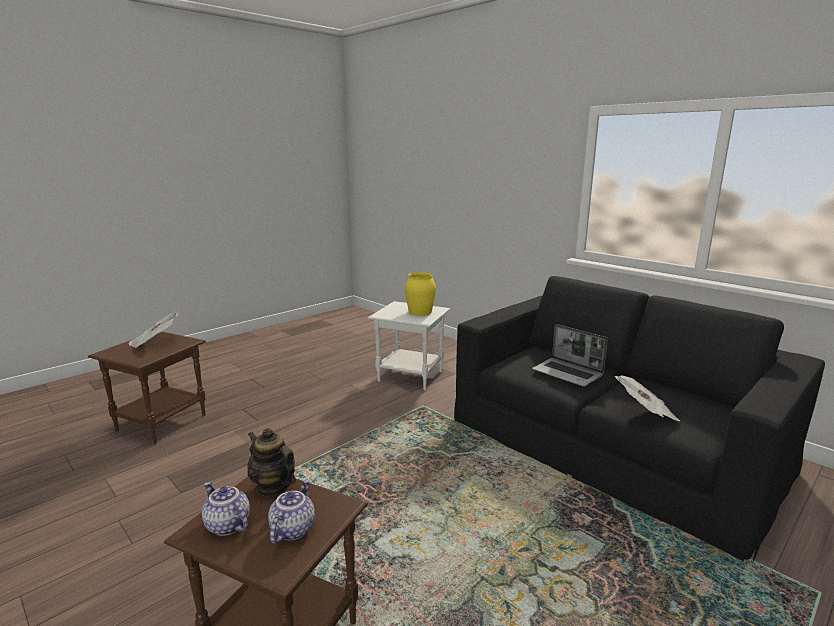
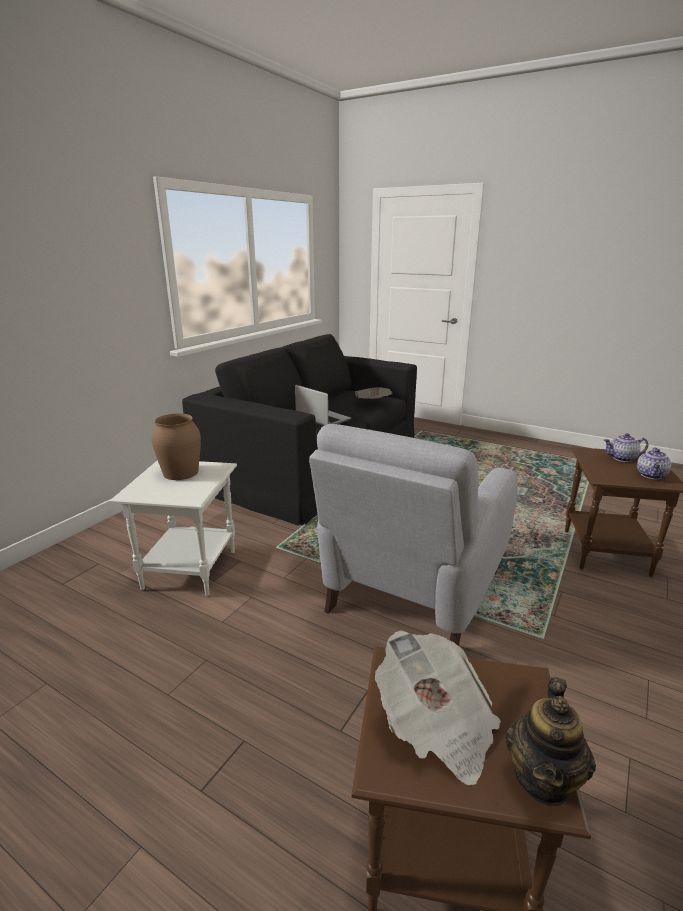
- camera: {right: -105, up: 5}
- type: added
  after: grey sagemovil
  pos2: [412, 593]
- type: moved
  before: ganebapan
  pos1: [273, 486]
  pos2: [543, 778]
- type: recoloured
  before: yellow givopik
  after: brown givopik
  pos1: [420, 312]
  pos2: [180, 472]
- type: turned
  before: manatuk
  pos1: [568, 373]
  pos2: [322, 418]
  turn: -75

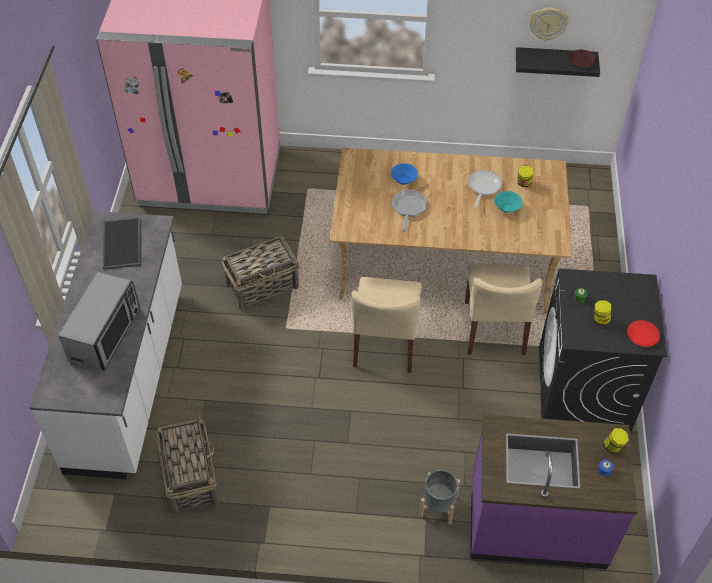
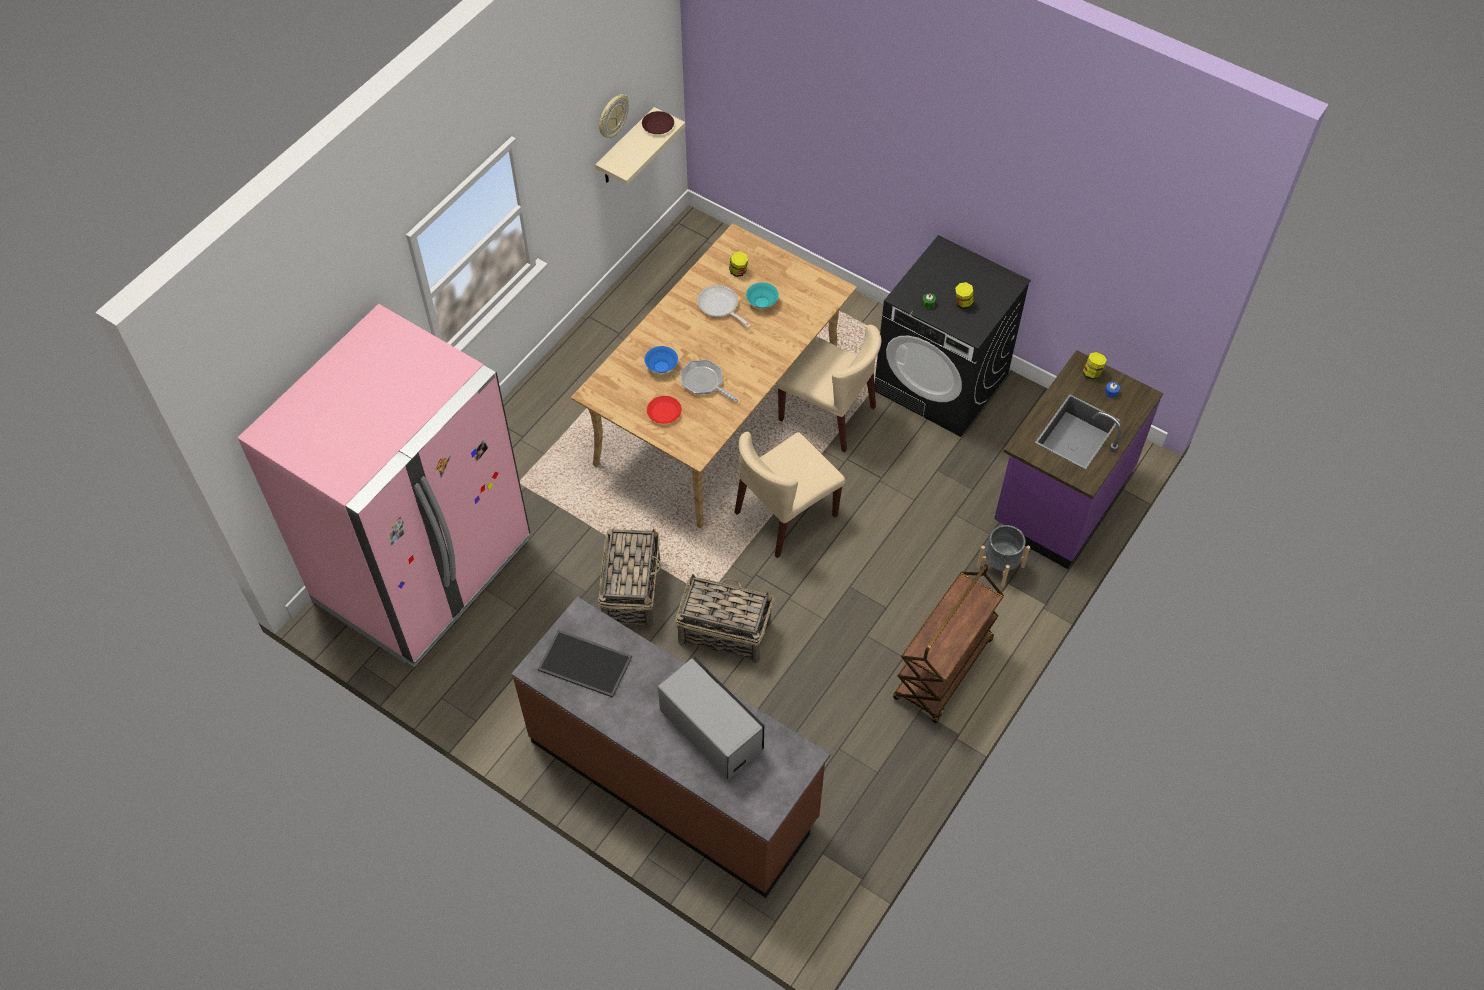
- camera: {right: -60, up: 5}
- type: added
  after: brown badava
  pos2: [943, 670]
- type: moved
  before: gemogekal
  pos1: [191, 476]
  pos2: [723, 632]
- type: moved
  before: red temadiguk
  pos1: [642, 335]
  pos2: [664, 412]
- type: recoloured
  before: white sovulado
  after: brown sovulado
  pos1: [129, 377]
  pos2: [674, 779]
- type: recoloured
  before: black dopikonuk
  after: beige dopikonuk
  pos1: [554, 61]
  pos2: [626, 148]
- type: turned
  before: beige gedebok
  pos1: [385, 343]
  pos2: [785, 515]
  turn: 105

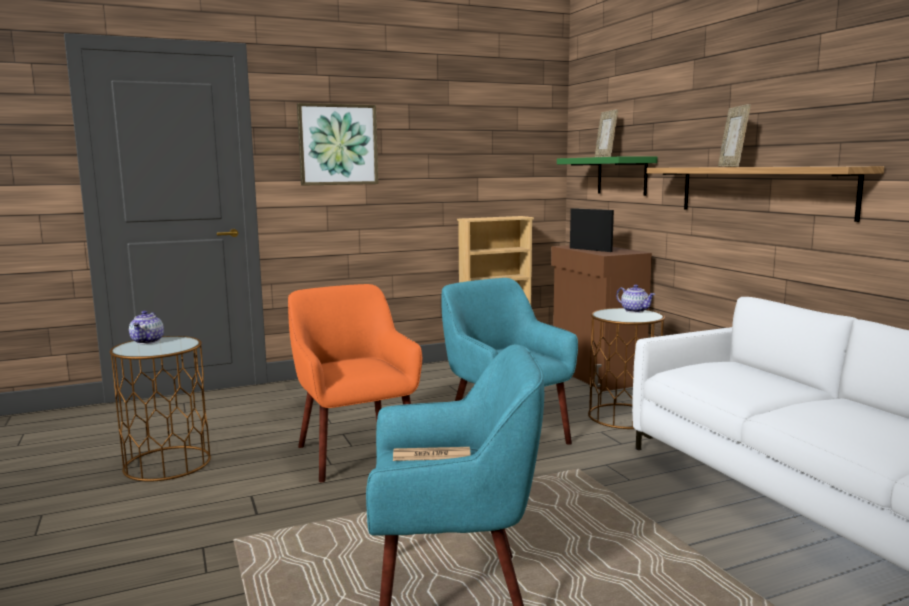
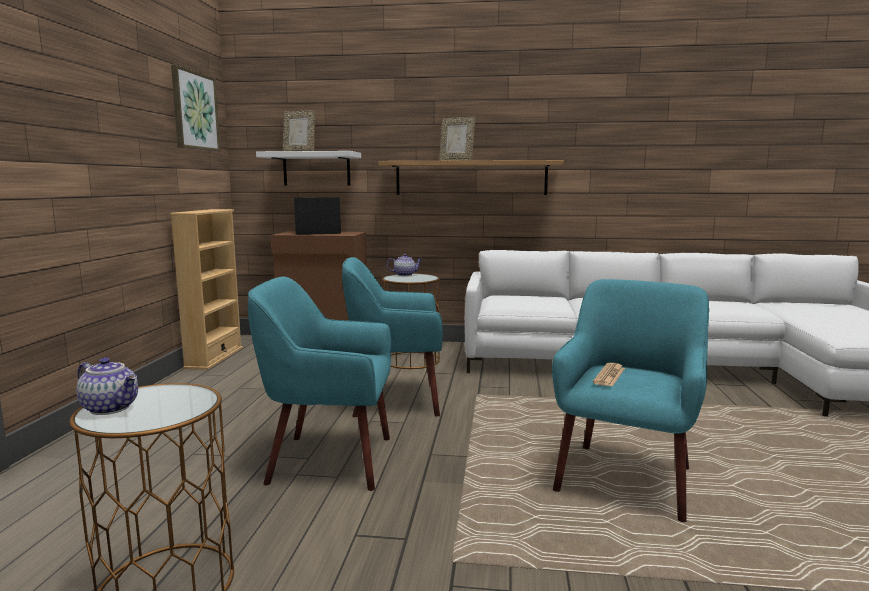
- camera: {right: -60, up: 0}
- type: moved
  before: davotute
  pos1: [337, 145]
  pos2: [194, 111]
- type: recoloured
  before: orange sagemovil
  after: turquoise sagemovil
  pos1: [355, 453]
  pos2: [329, 460]
- type: recoloured
  before: green dopikonuk
  after: white dopikonuk
  pos1: [622, 176]
  pos2: [316, 169]

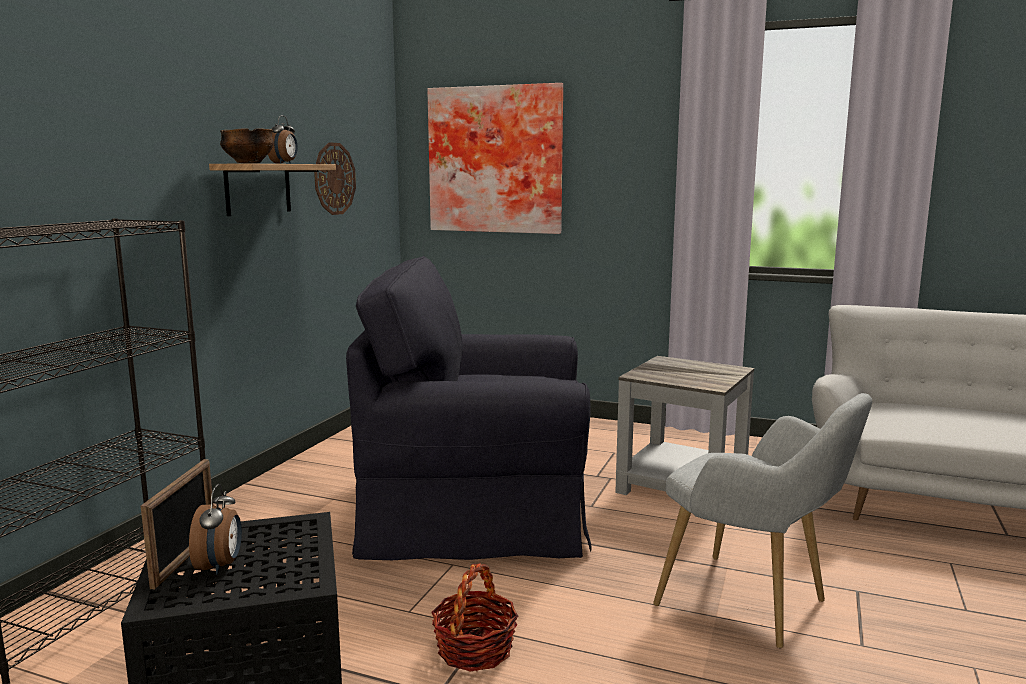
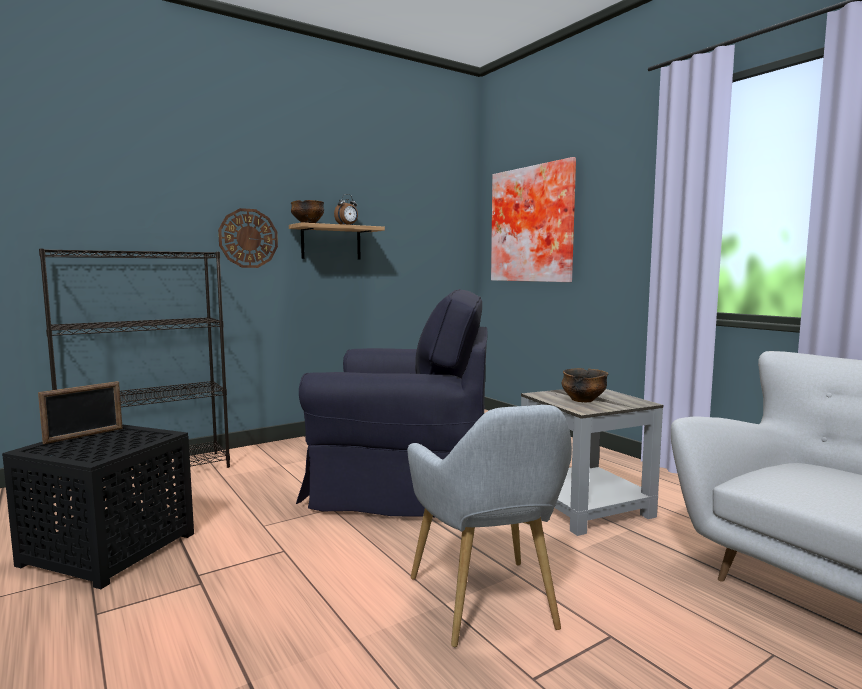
- camera: {right: 35, up: -5}
- type: removed
  before: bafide
  pos1: [220, 566]
- type: removed
  before: gemogekal
  pos1: [475, 649]
- type: added
  after: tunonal
  pos2: [583, 400]
- type: moved
  before: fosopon
  pos1: [334, 178]
  pos2: [248, 238]
- type: turned
  before: black sagemovil
  pos1: [479, 508]
  pos2: [405, 481]
  turn: 150

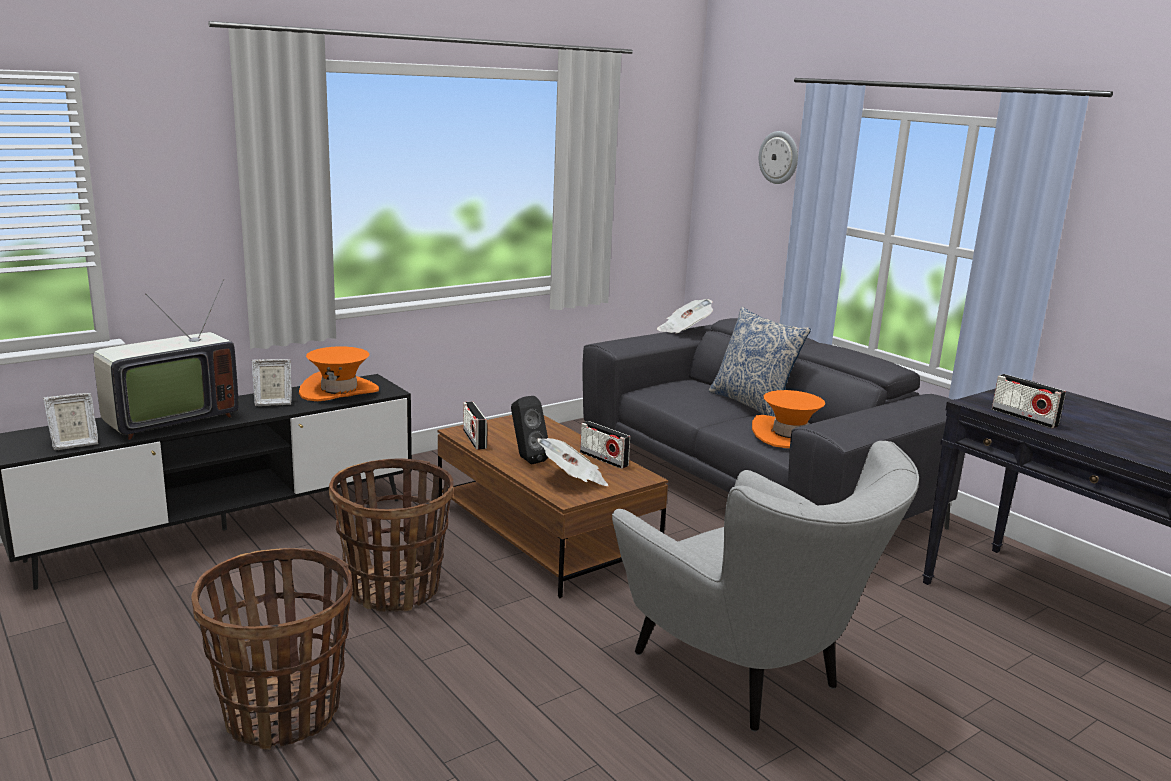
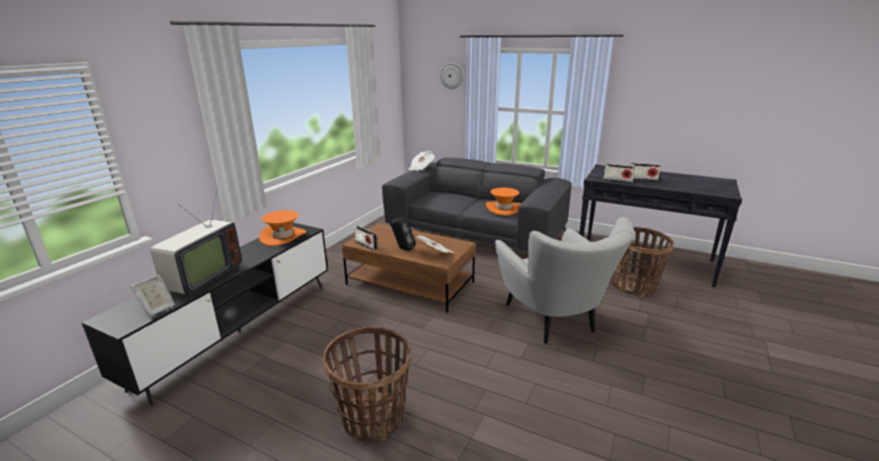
- camera: {right: -25, up: 5}
- type: removed
  before: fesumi
  pos1: [272, 402]
- type: removed
  before: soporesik
  pos1: [752, 404]
- type: moved
  before: gemogekal
  pos1: [394, 589]
  pos2: [633, 286]
- type: moved
  before: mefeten
  pos1: [603, 459]
  pos2: [642, 179]
- type: turned
  before: grey sagemovil
  pos1: [748, 676]
  pos2: [554, 321]
  turn: 45

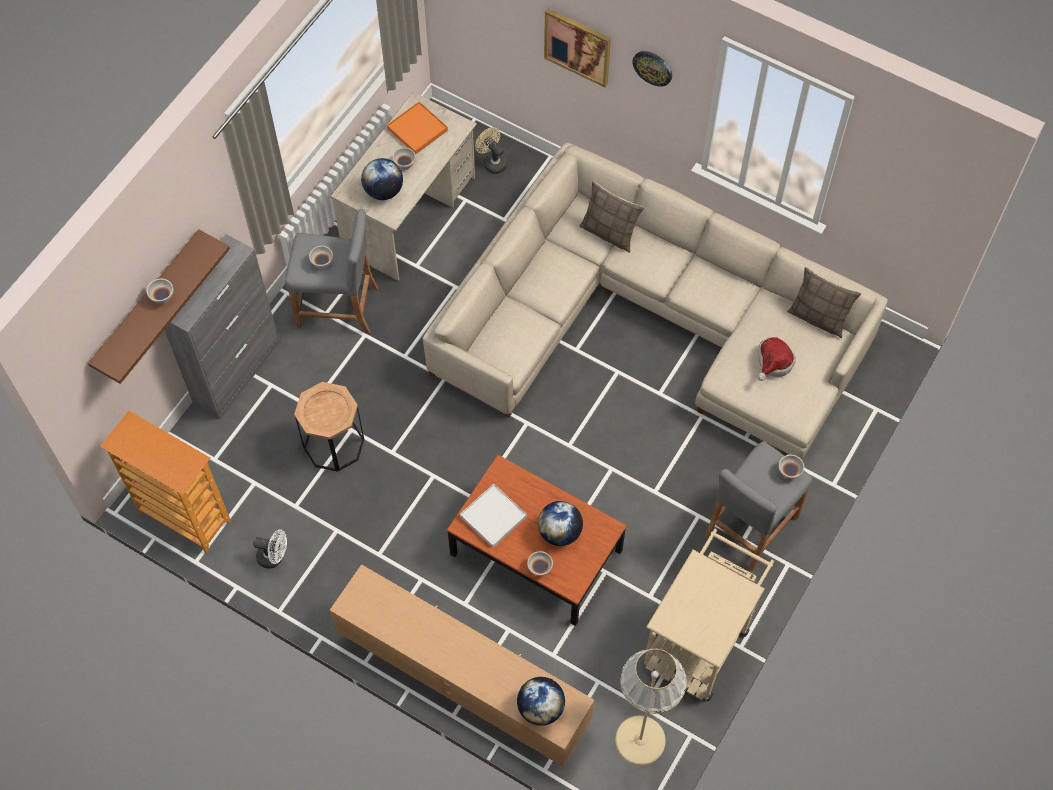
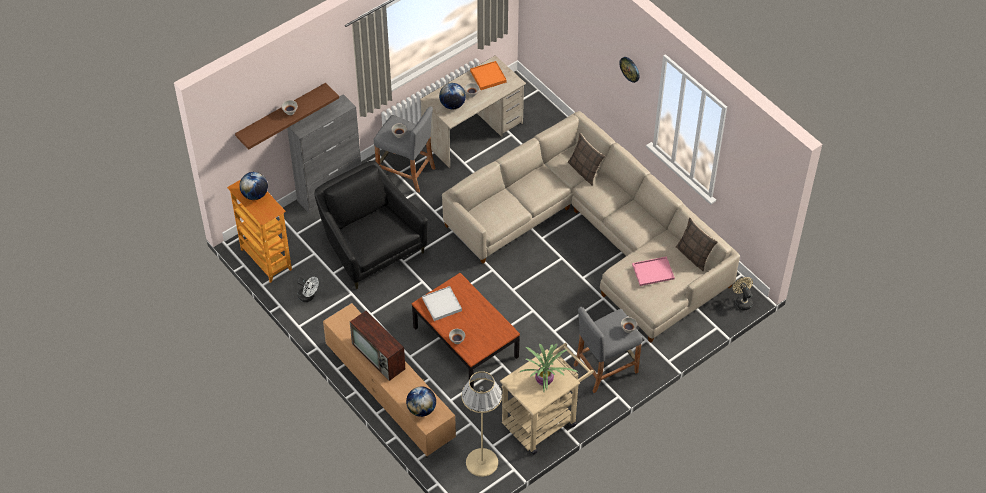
- camera: {right: 20, up: -10}
- type: removed
  before: davotute
  pos1: [578, 46]
- type: added
  after: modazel
  pos2: [379, 357]
- type: added
  after: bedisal
  pos2: [545, 381]
- type: moved
  before: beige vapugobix
  pos1: [492, 162]
  pos2: [742, 301]
- type: moved
  before: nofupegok
  pos1: [560, 532]
  pos2: [255, 195]
- type: replaced
  before: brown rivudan
  after: black sagemovil
  pos1: [334, 444]
  pos2: [370, 246]
- type: replaced
  before: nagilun
  after: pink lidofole
  pos1: [773, 363]
  pos2: [652, 272]

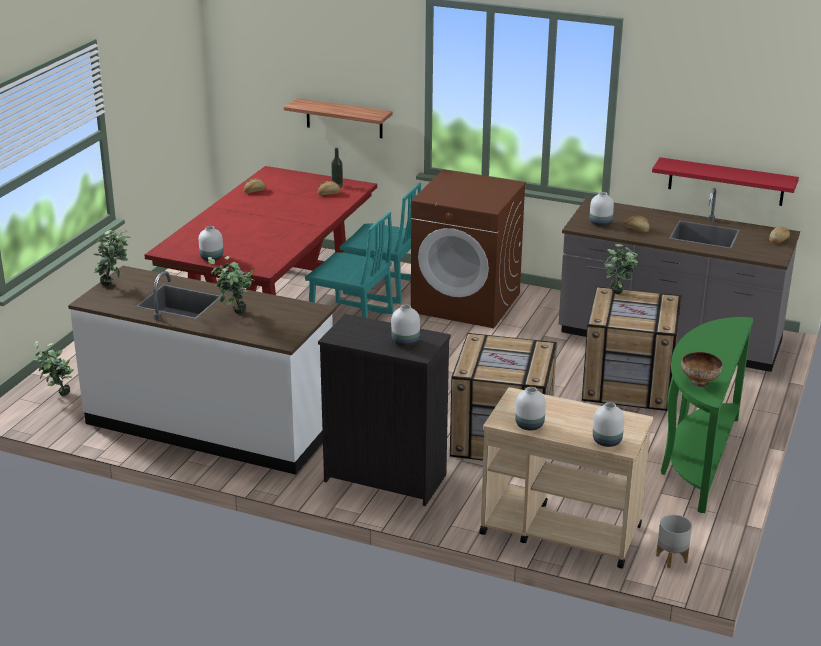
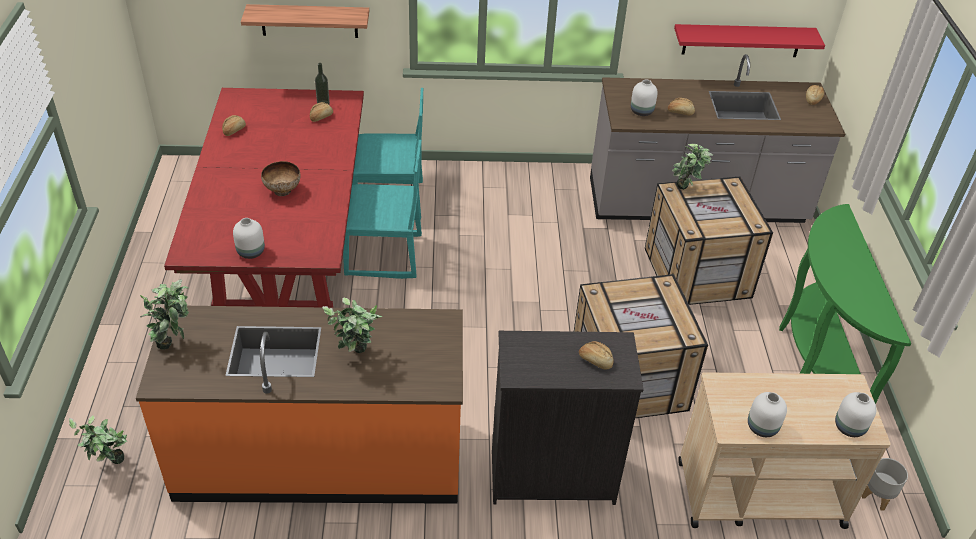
- camera: {right: -25, up: 15}
- type: removed
  before: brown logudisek
  pos1: [467, 302]
- type: moved
  before: tunonal
  pos1: [699, 383]
  pos2: [283, 191]
- type: replaced
  before: white givopik
  after: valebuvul
  pos1: [404, 342]
  pos2: [595, 360]
- type: recoloured
  before: white sovulado
  after: orange sovulado
  pos1: [211, 425]
  pos2: [321, 456]

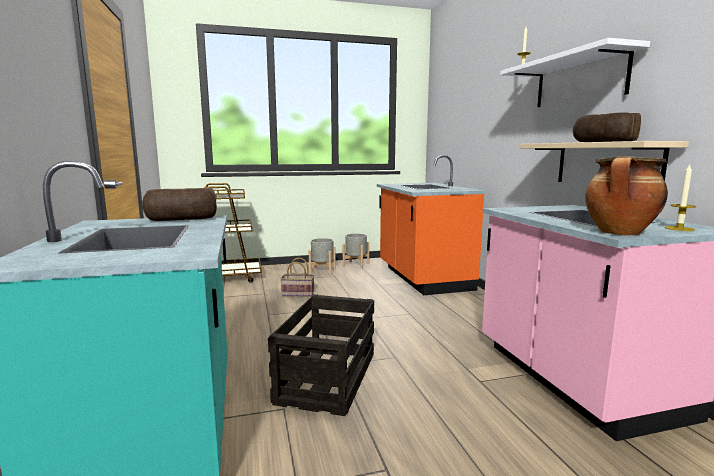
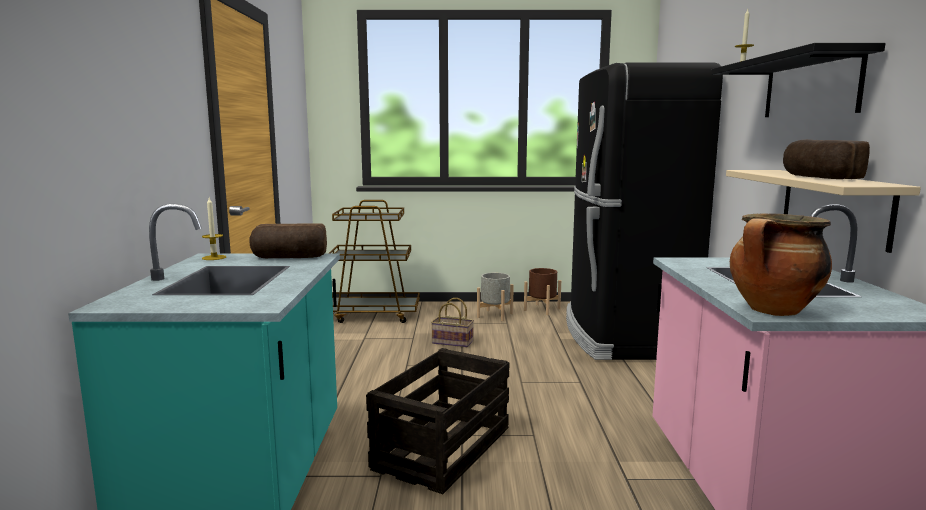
- camera: {right: 15, up: 0}
- type: moved
  before: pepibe
  pos1: [679, 228]
  pos2: [214, 257]
- type: replaced
  before: orange sovulado
  after: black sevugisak
  pos1: [423, 278]
  pos2: [623, 335]
- type: recoloured
  before: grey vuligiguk
  after: brown vuligiguk
  pos1: [355, 265]
  pos2: [542, 309]
- type: recoloured
  before: white dopikonuk
  after: black dopikonuk
  pos1: [579, 80]
  pos2: [810, 86]

